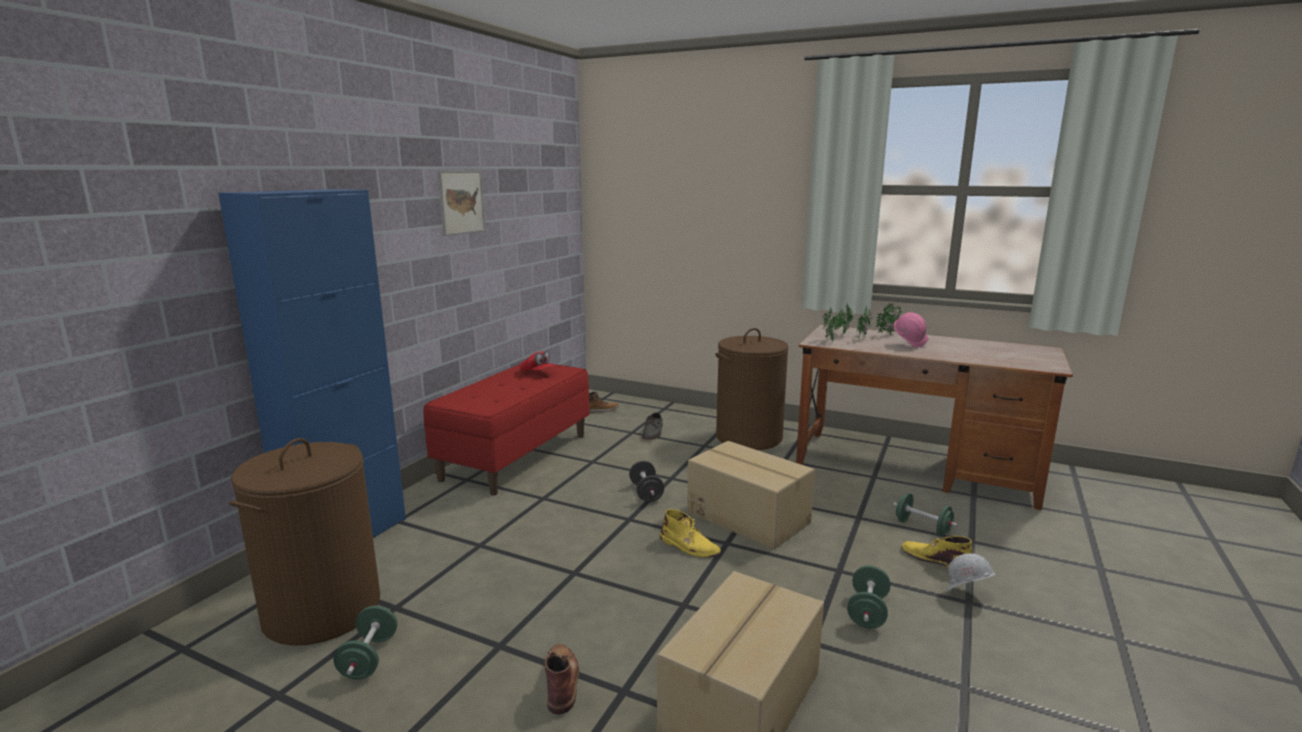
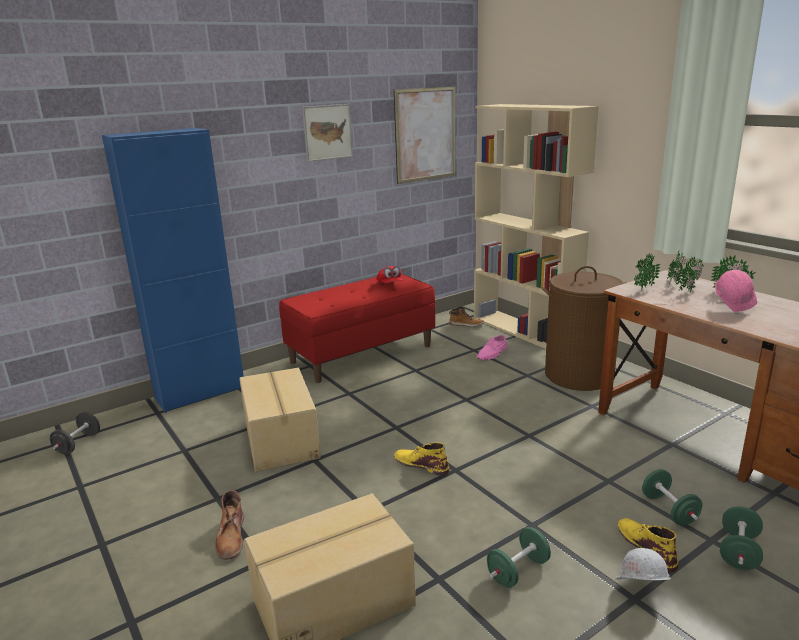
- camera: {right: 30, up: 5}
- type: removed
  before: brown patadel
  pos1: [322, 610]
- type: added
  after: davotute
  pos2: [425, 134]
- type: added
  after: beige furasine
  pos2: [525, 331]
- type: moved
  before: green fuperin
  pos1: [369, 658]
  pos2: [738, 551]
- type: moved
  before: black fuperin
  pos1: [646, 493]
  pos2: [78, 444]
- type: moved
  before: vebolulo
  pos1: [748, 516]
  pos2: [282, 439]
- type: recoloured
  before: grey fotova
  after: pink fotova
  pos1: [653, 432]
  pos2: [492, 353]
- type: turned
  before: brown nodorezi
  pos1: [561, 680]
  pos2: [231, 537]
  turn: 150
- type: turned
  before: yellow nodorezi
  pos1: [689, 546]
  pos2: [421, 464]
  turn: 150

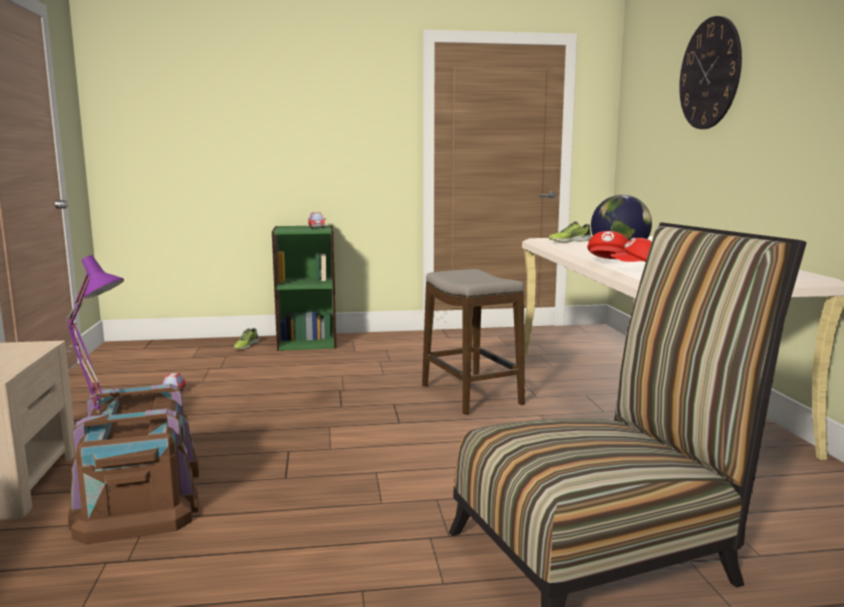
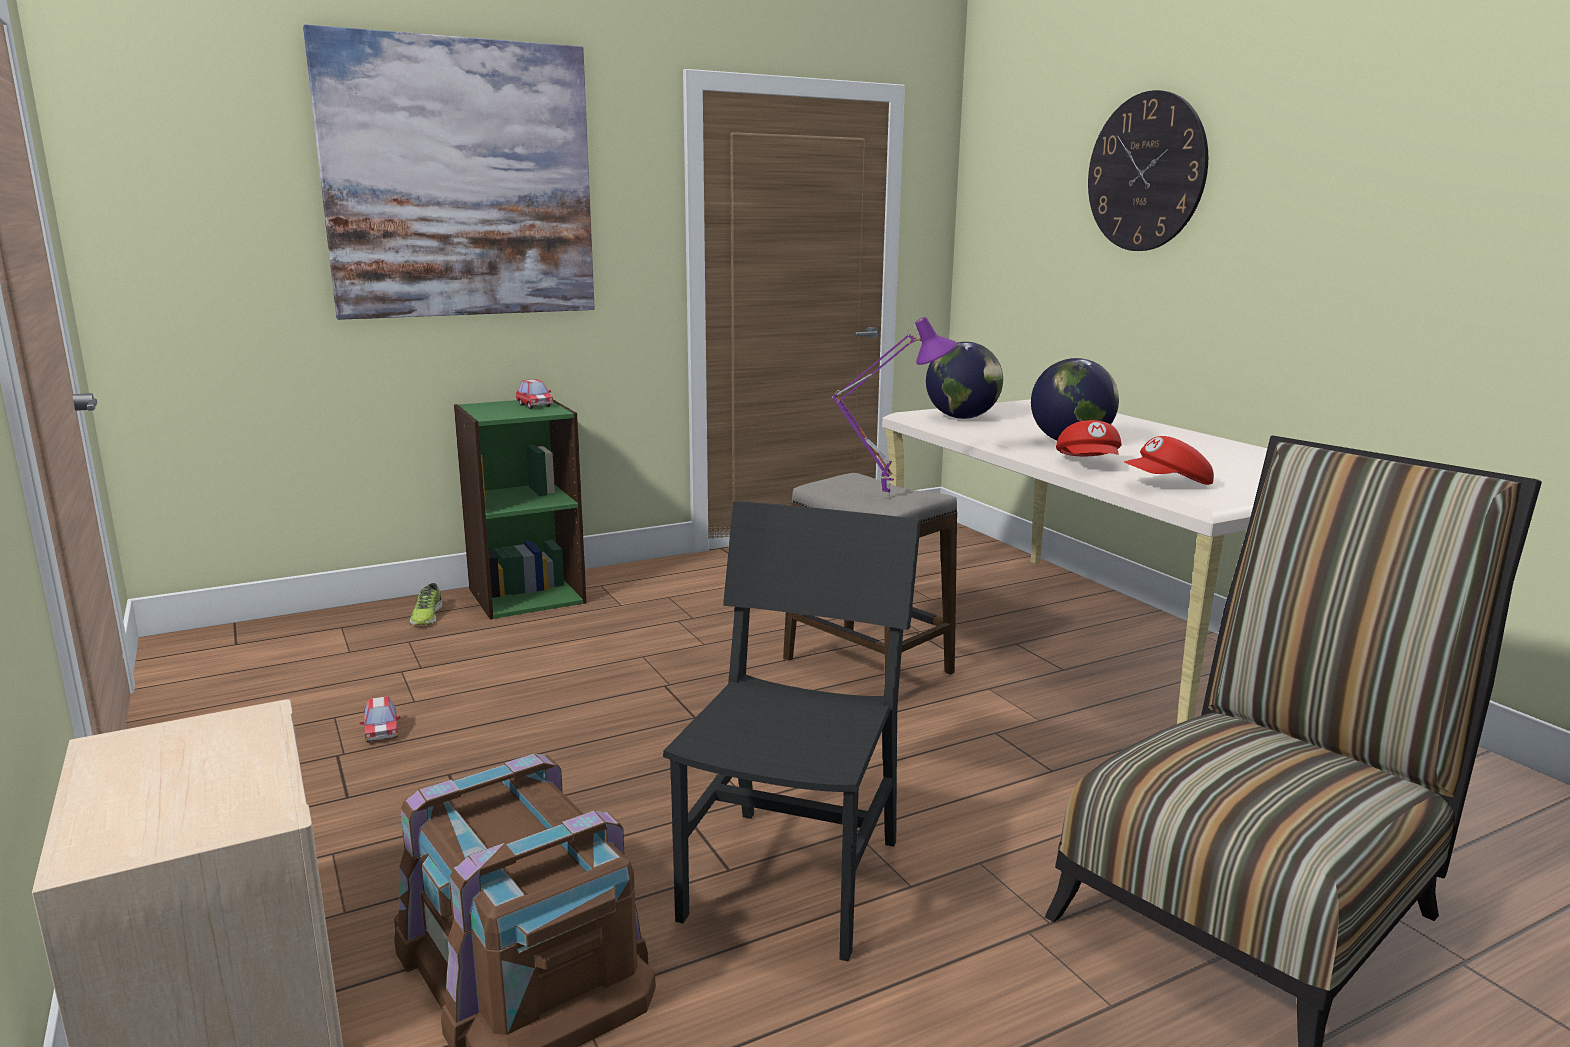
- camera: {right: -20, up: 5}
- type: added
  after: davotute
  pos2: [460, 180]
- type: added
  after: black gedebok
  pos2: [793, 878]
- type: moved
  before: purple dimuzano
  pos1: [101, 411]
  pos2: [888, 495]
- type: replaced
  before: fotova
  after: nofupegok
  pos1: [569, 241]
  pos2: [962, 417]

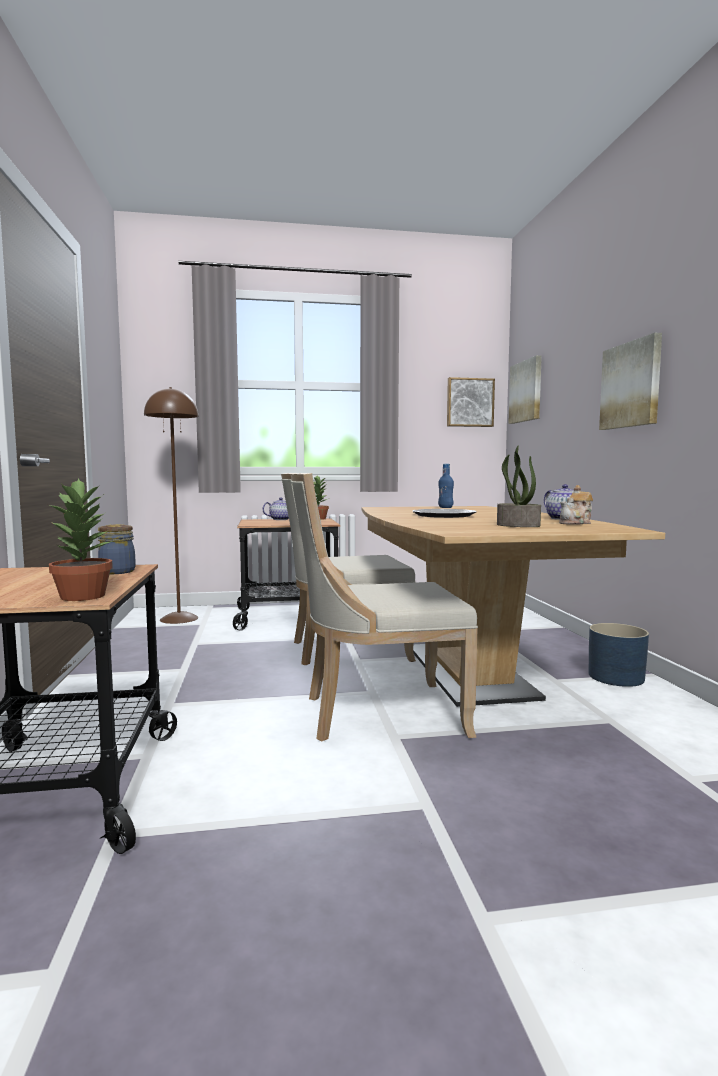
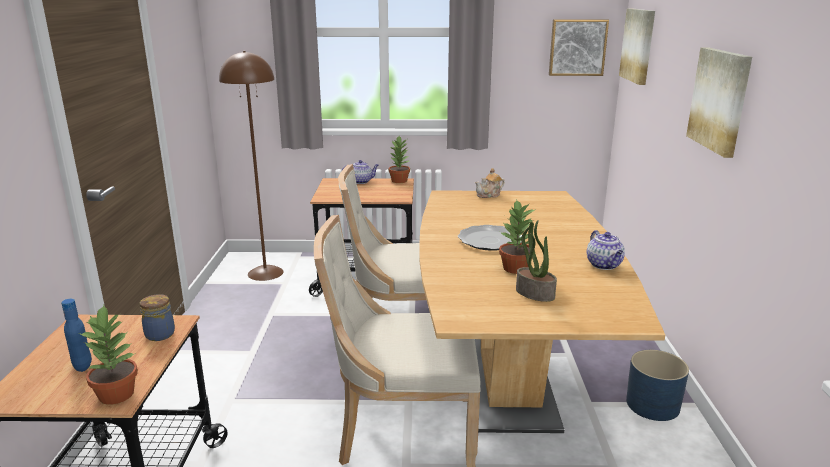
- camera: {right: 10, up: 15}
- type: added
  after: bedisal
  pos2: [515, 269]
- type: moved
  before: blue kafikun
  pos1: [445, 507]
  pos2: [83, 366]
- type: moved
  before: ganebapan
  pos1: [576, 523]
  pos2: [489, 195]

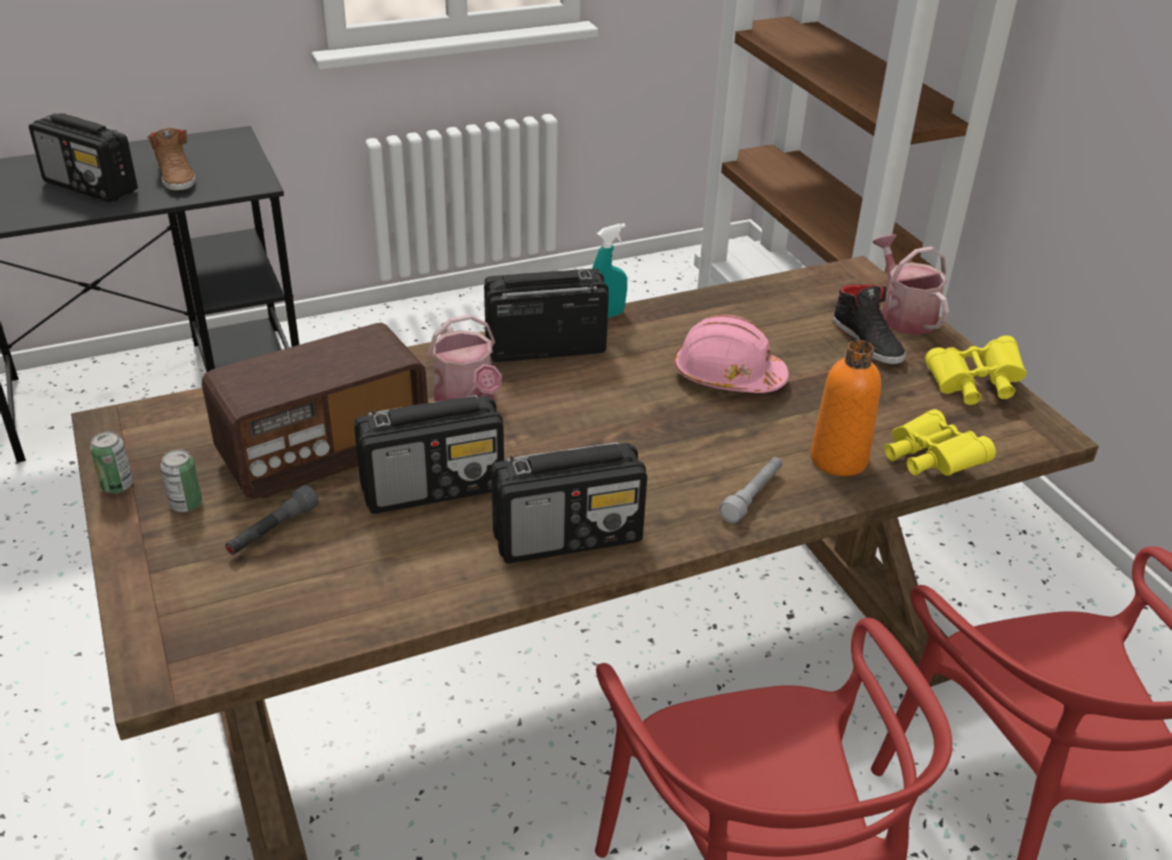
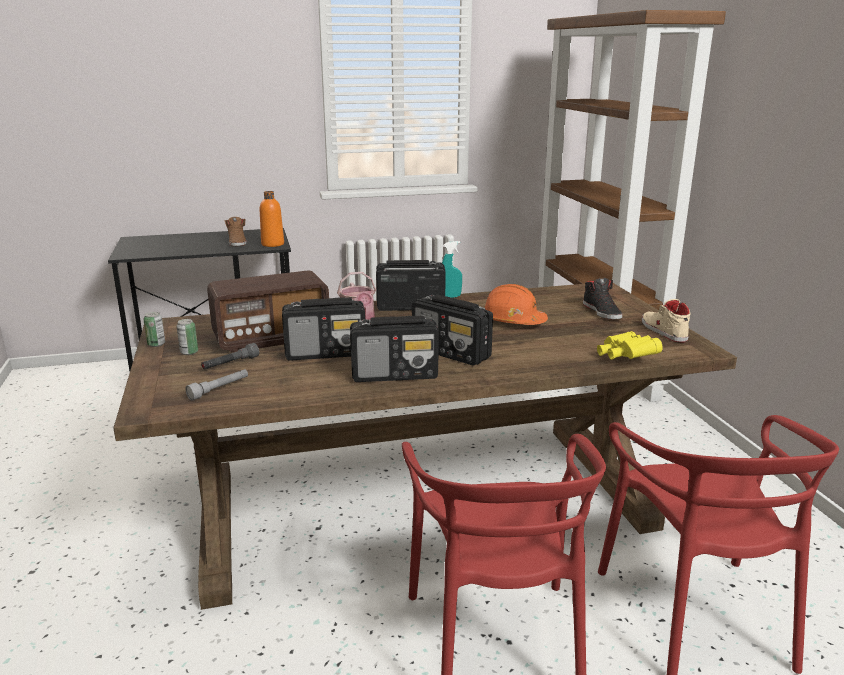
- camera: {right: 10, up: -15}
- type: removed
  before: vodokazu
  pos1: [903, 315]
- type: moved
  before: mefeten
  pos1: [91, 187]
  pos2: [451, 353]
- type: moved
  before: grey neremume
  pos1: [752, 496]
  pos2: [219, 390]
- type: moved
  before: orange kafikun
  pos1: [838, 459]
  pos2: [272, 244]
- type: replaced
  before: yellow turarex
  after: beige fotova
  pos1: [973, 386]
  pos2: [662, 331]
- type: recoloured
  before: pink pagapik
  after: orange pagapik
  pos1: [727, 377]
  pos2: [512, 321]

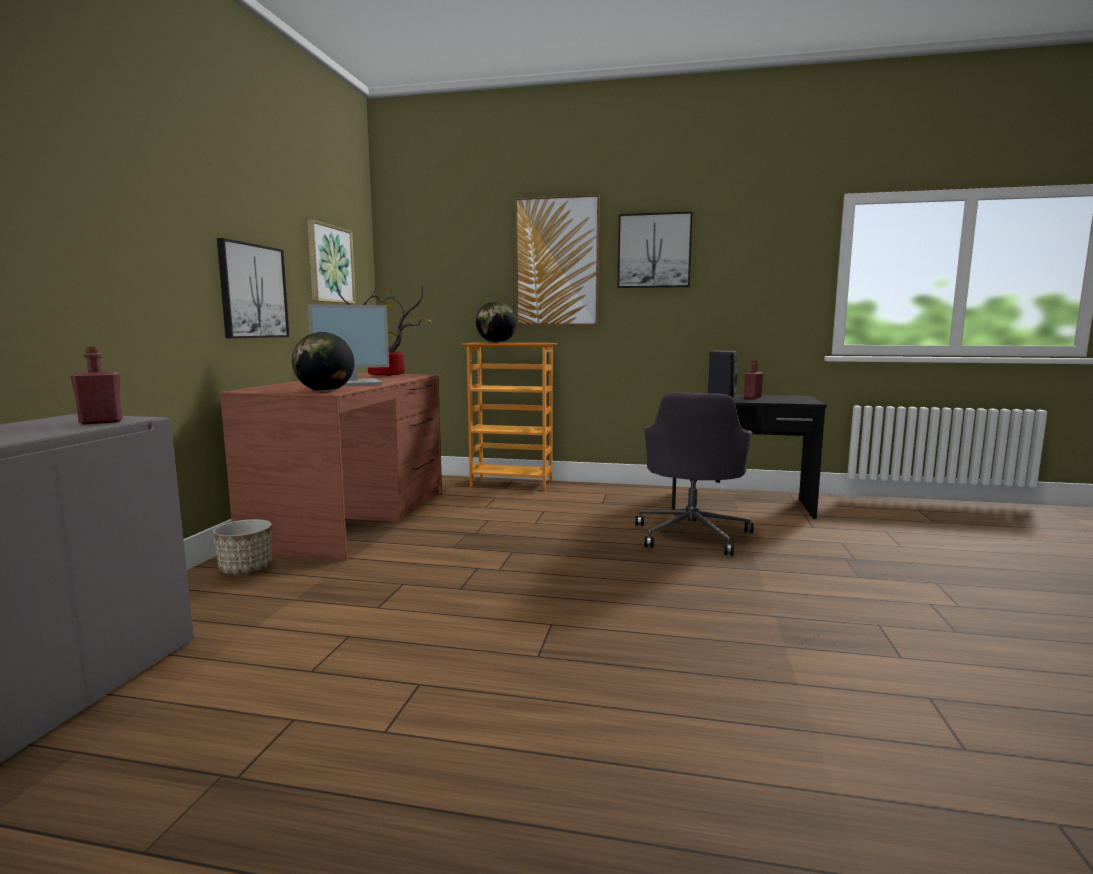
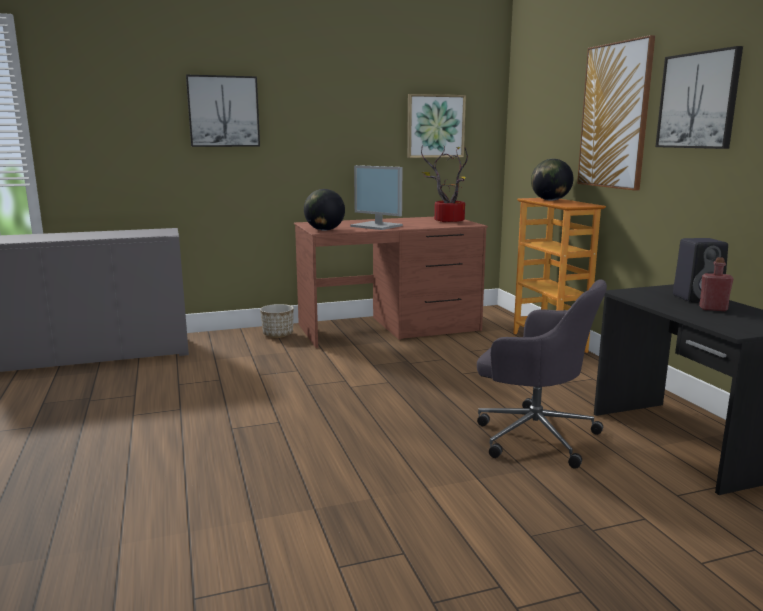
- camera: {right: 60, up: 5}
- type: removed
  before: red kafikun
  pos1: [101, 422]
- type: moved
  before: davotute
  pos1: [253, 291]
  pos2: [223, 111]
- type: turned
  before: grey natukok
  pos1: [692, 534]
  pos2: [533, 435]
  turn: -135

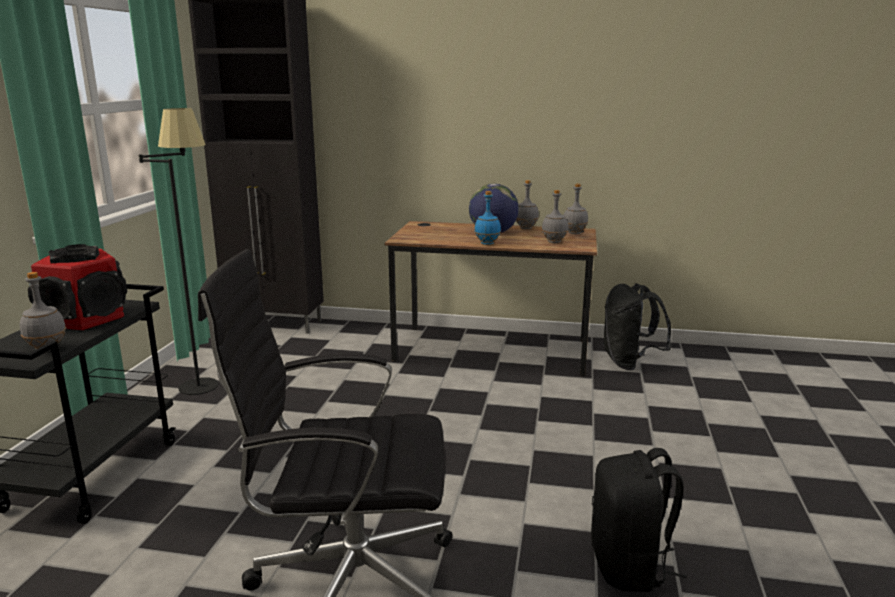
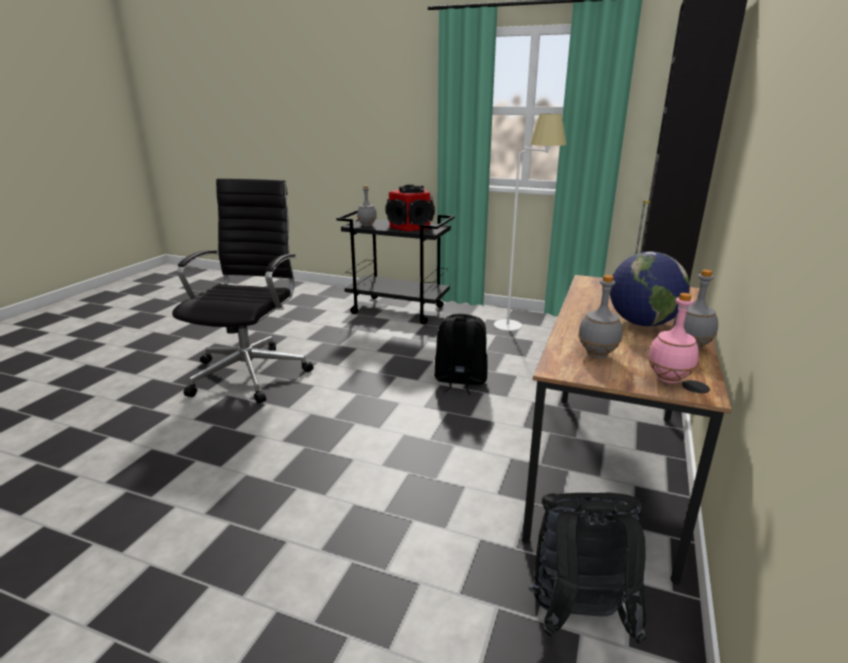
- camera: {right: 100, up: 5}
- type: removed
  before: blue kafikun
  pos1: [487, 243]
- type: moved
  before: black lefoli
  pos1: [629, 567]
  pos2: [460, 381]
- type: recoloured
  before: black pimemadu
  after: white pimemadu
  pos1: [203, 378]
  pos2: [520, 325]
- type: recoloured
  before: grey kafikun
  after: pink kafikun
  pos1: [574, 233]
  pos2: [667, 379]

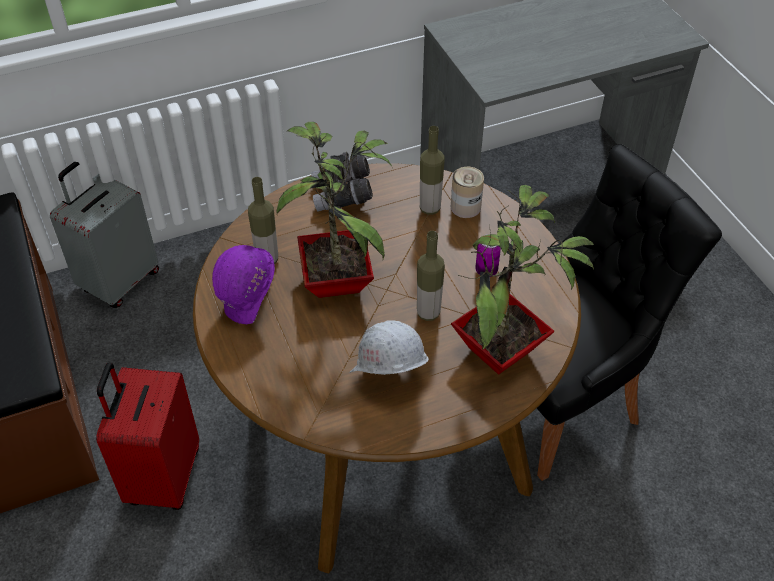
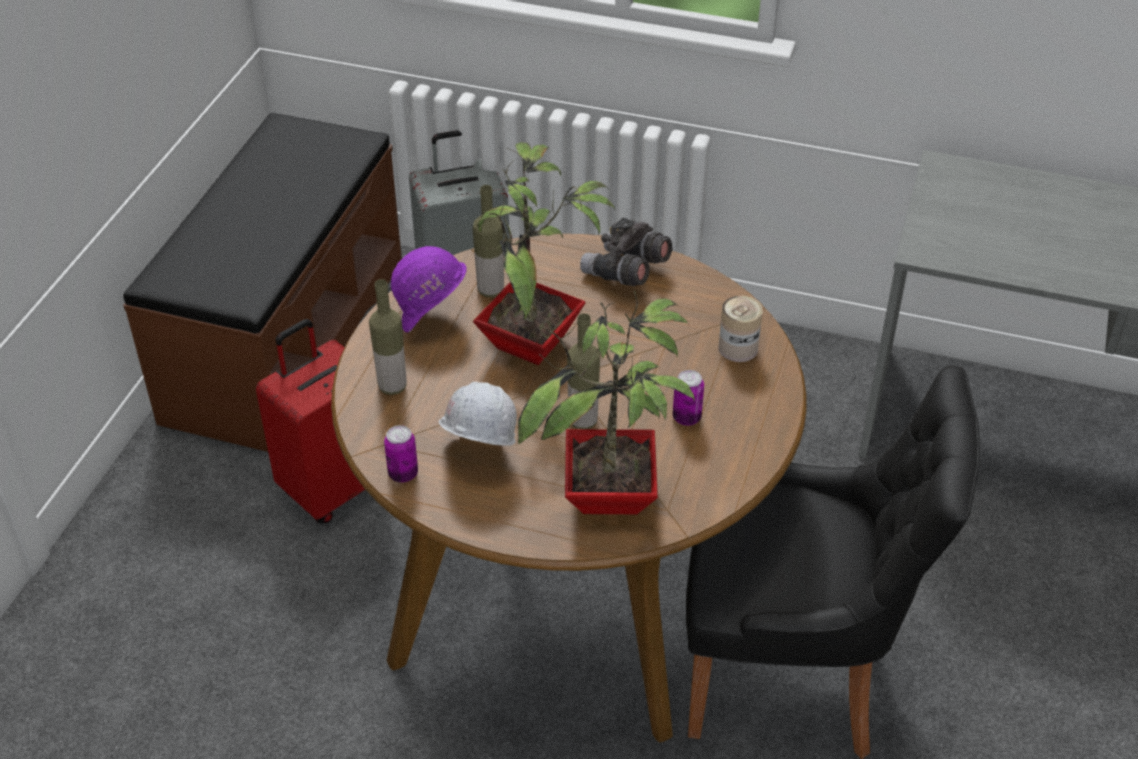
- camera: {right: 40, up: -5}
- type: added
  after: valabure
  pos2: [403, 474]
- type: moved
  before: kafikun
  pos1: [430, 208]
  pos2: [392, 387]

